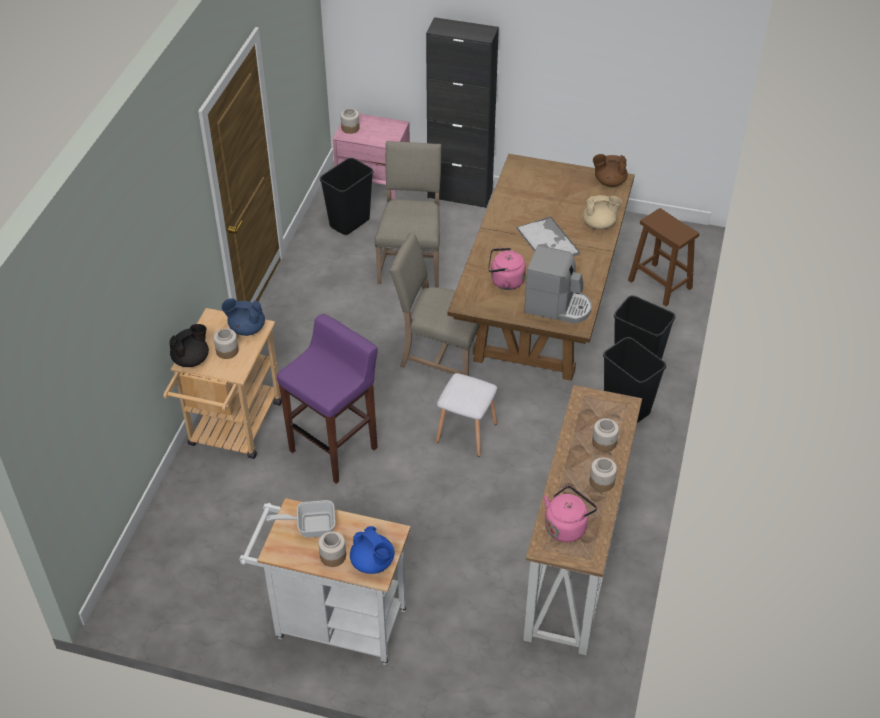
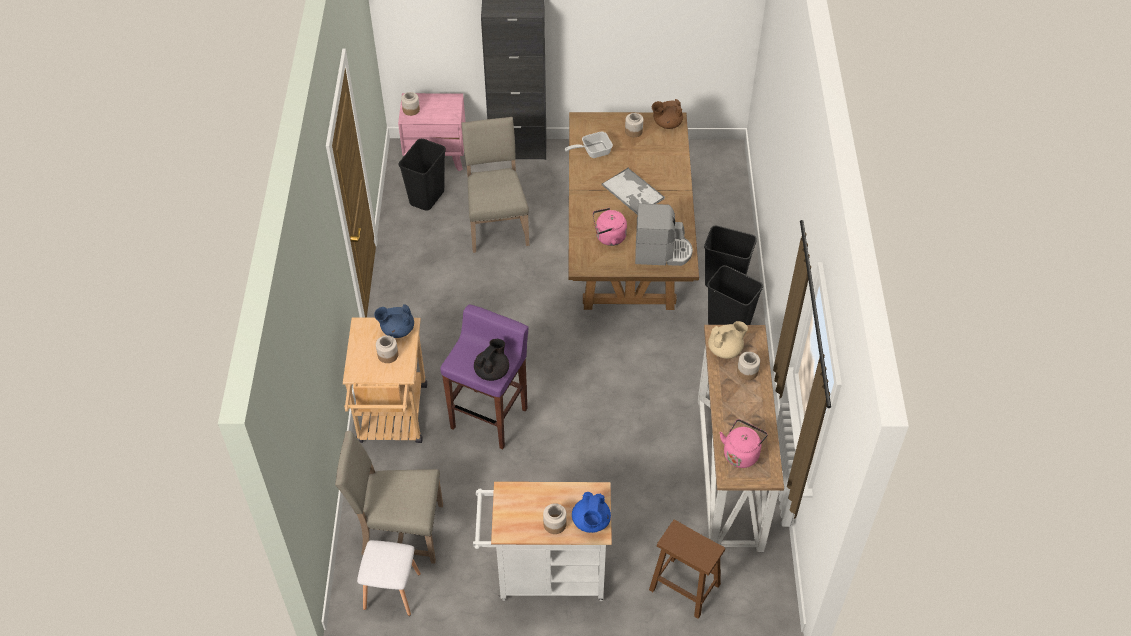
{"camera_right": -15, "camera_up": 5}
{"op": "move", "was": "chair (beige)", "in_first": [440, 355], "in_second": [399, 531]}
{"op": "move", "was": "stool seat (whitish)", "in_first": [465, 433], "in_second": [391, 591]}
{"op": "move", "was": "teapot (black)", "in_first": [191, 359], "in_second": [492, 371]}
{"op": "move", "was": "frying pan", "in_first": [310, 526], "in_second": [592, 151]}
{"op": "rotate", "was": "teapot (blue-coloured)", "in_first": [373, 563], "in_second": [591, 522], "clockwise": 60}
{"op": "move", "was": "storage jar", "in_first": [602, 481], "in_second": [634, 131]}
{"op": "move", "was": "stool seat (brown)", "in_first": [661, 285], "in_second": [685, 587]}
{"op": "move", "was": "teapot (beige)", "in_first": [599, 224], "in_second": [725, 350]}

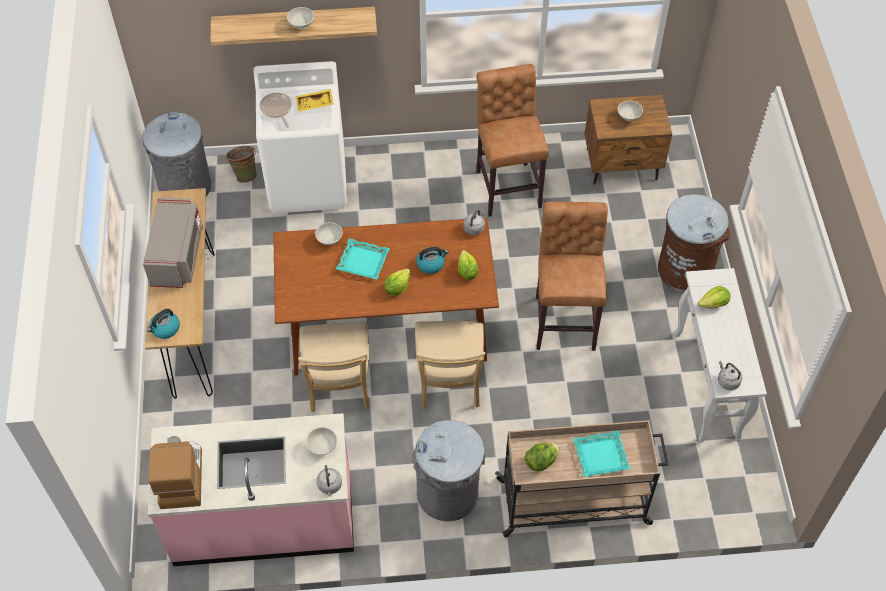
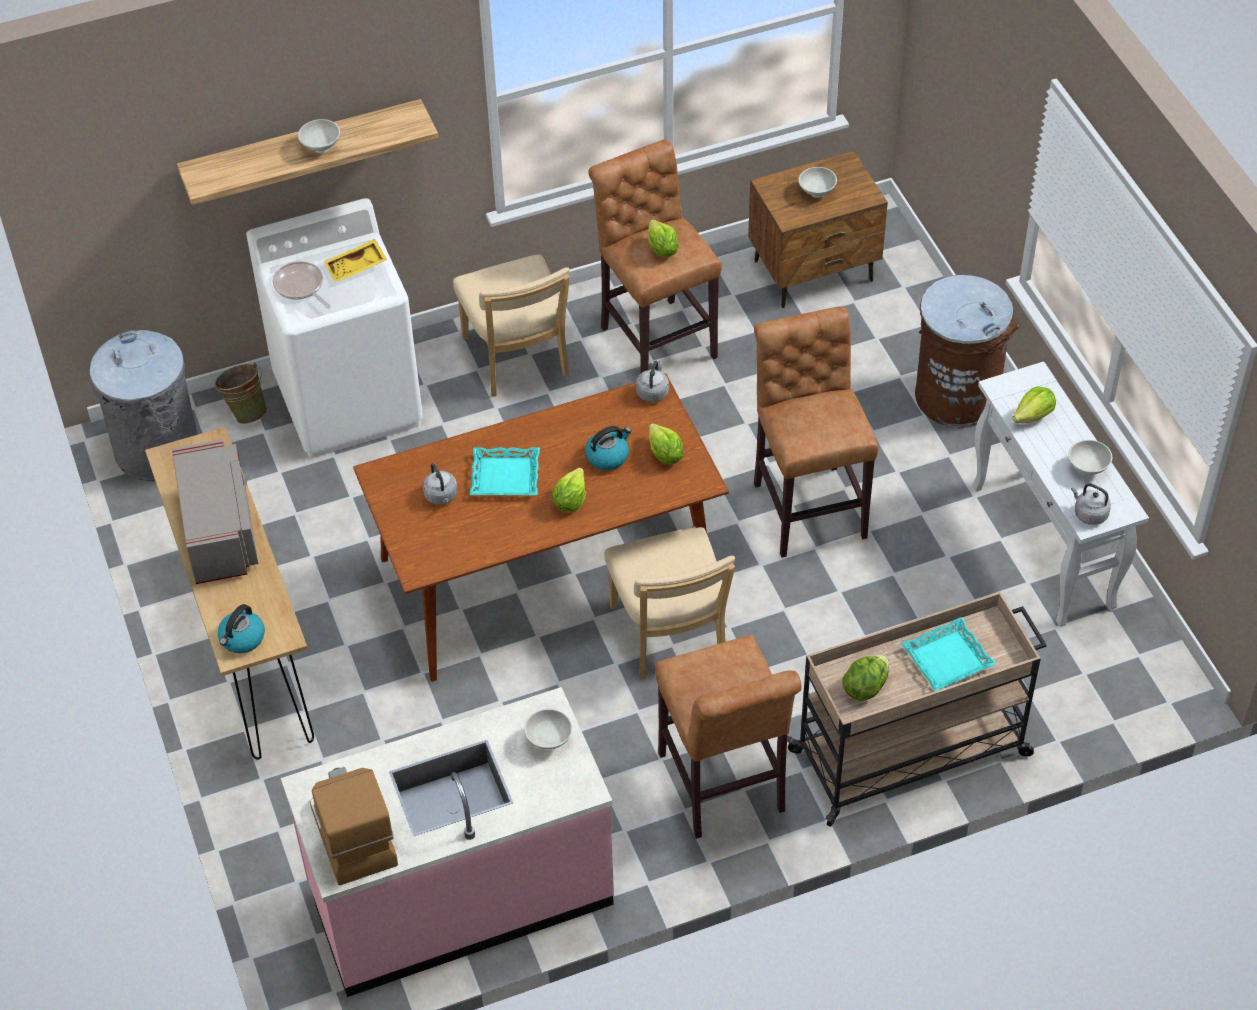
{"camera_right": -15, "camera_up": -5}
{"op": "move", "was": "water kettle (gray)", "in_first": [330, 486], "in_second": [441, 496]}
{"op": "move", "was": "chair (beige)", "in_first": [339, 387], "in_second": [517, 360]}
{"op": "insert", "now": "head of lettuce", "in_second": [662, 249]}
{"op": "replace", "was": "rubbish bin (gray)", "now": "stool seat (brown)", "in_first": [448, 493], "in_second": [724, 788]}
{"op": "move", "was": "bowl (whitish)", "in_first": [329, 240], "in_second": [1087, 469]}

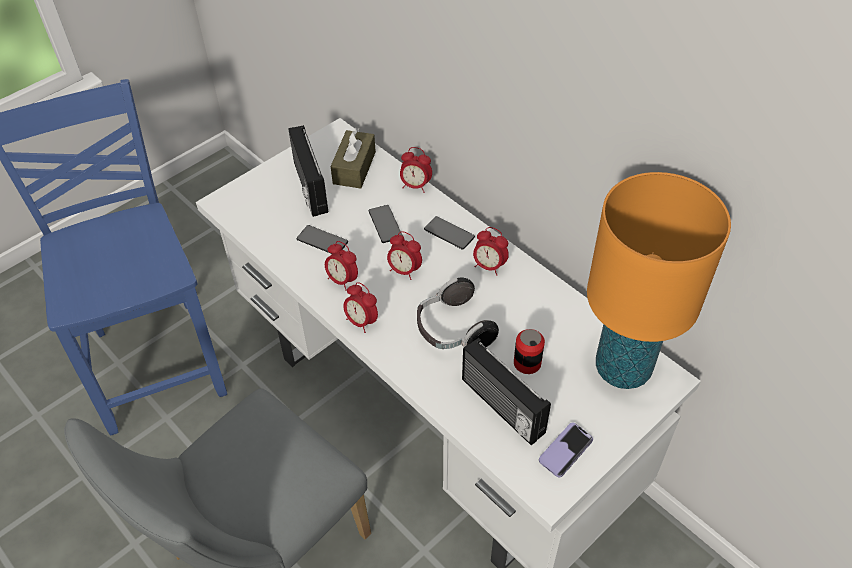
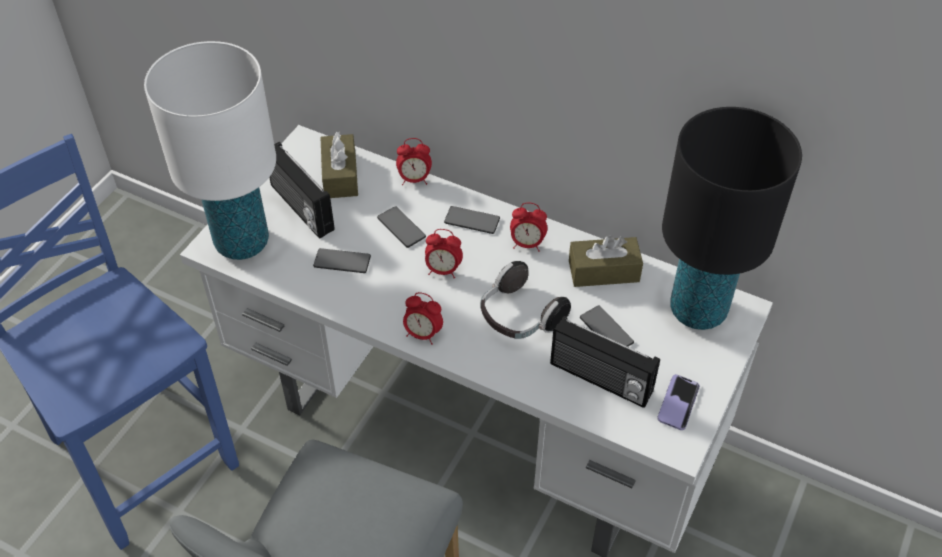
{"camera_right": -20, "camera_up": 0}
{"op": "insert", "now": "table lamp (whitish)", "in_second": [241, 242]}
{"op": "insert", "now": "tissue box (brown)", "in_second": [603, 271]}
{"op": "replace", "was": "sealed can", "now": "handset", "in_first": [527, 363], "in_second": [606, 330]}
{"op": "recolor", "was": "table lamp (orange-coloured)", "now": "table lamp (black)", "in_first": [623, 368], "in_second": [698, 310]}
{"op": "delete", "was": "table clock", "in_first": [342, 280]}

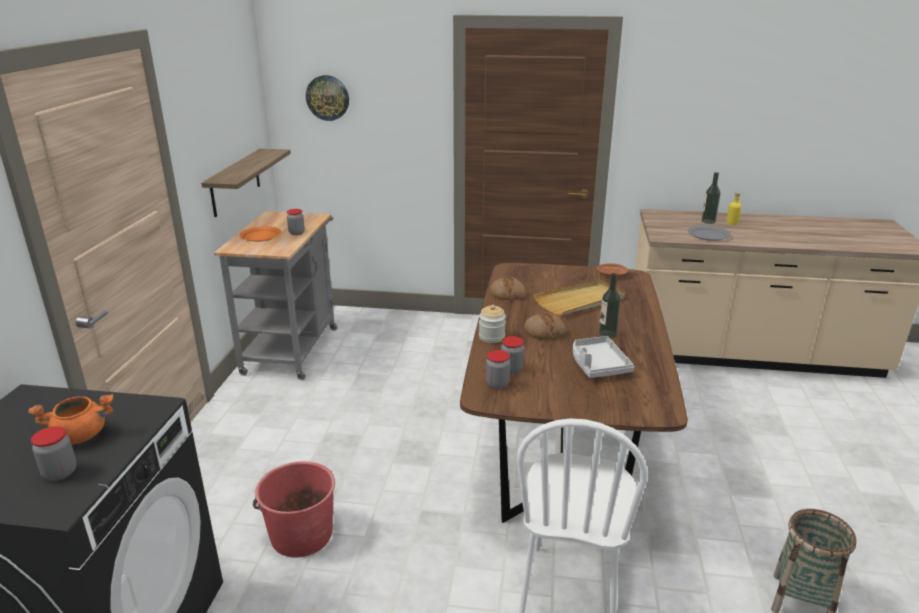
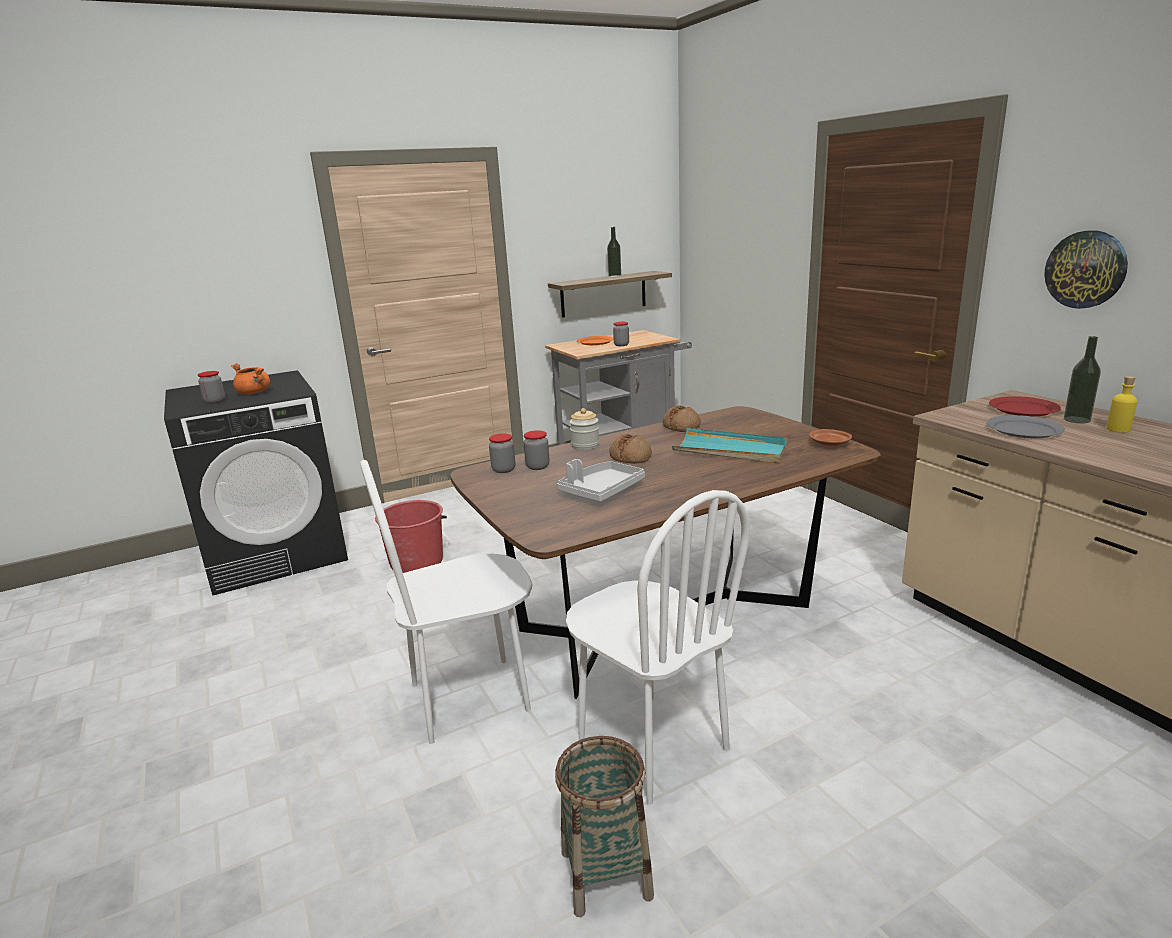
{"camera_right": 55, "camera_up": -5}
{"op": "insert", "now": "chair (whitish)", "in_second": [651, 745]}
{"op": "move", "was": "bottle", "in_first": [607, 334], "in_second": [614, 276]}
{"op": "recolor", "was": "carrying tray (beige)", "now": "carrying tray (turquoise)", "in_first": [580, 301], "in_second": [730, 450]}
{"op": "insert", "now": "plate (red)", "in_second": [1023, 409]}
{"op": "move", "was": "wall clock", "in_first": [327, 98], "in_second": [1085, 269]}

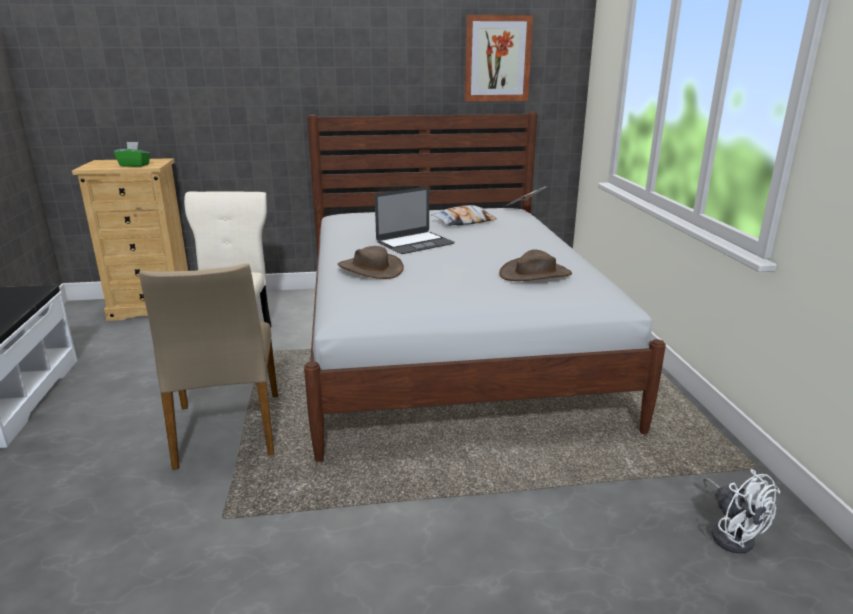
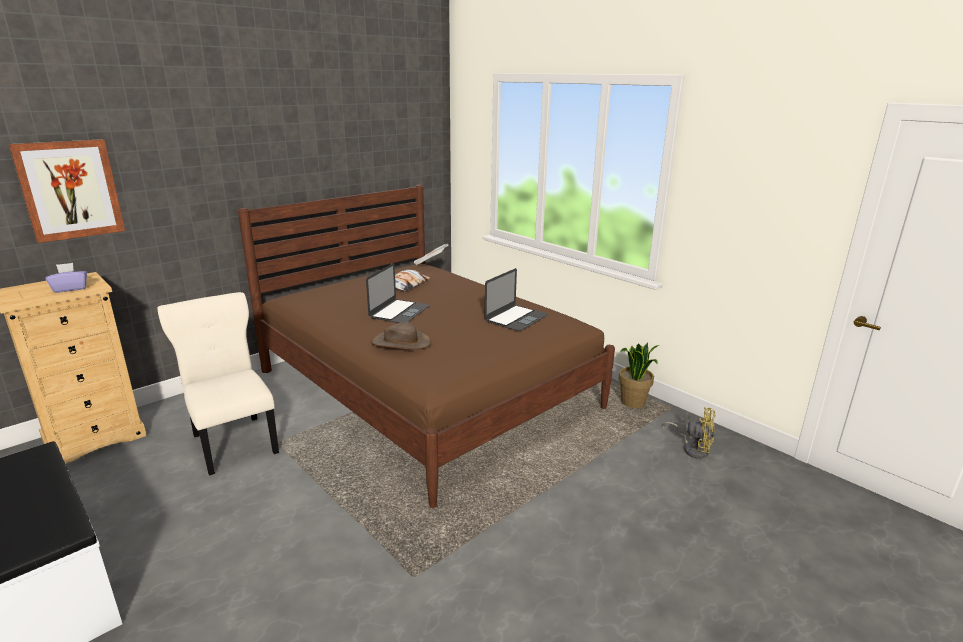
{"camera_right": -35, "camera_up": 0}
{"op": "move", "was": "picture", "in_first": [497, 59], "in_second": [70, 190]}
{"op": "recolor", "was": "tissue box (green-coloured)", "now": "tissue box (purple-coloured)", "in_first": [134, 165], "in_second": [70, 288]}
{"op": "recolor", "was": "sleeping bed (whitish)", "now": "sleeping bed (brown)", "in_first": [448, 346], "in_second": [426, 389]}
{"op": "replace", "was": "hat (brown)", "now": "portable computer", "in_first": [535, 274], "in_second": [516, 318]}
{"op": "insert", "now": "potted plant", "in_second": [633, 403]}
{"op": "recolor", "was": "fan (whitish)", "now": "fan (yellow)", "in_first": [731, 533], "in_second": [692, 448]}
{"op": "delete", "was": "chair (beige)", "in_first": [227, 430]}

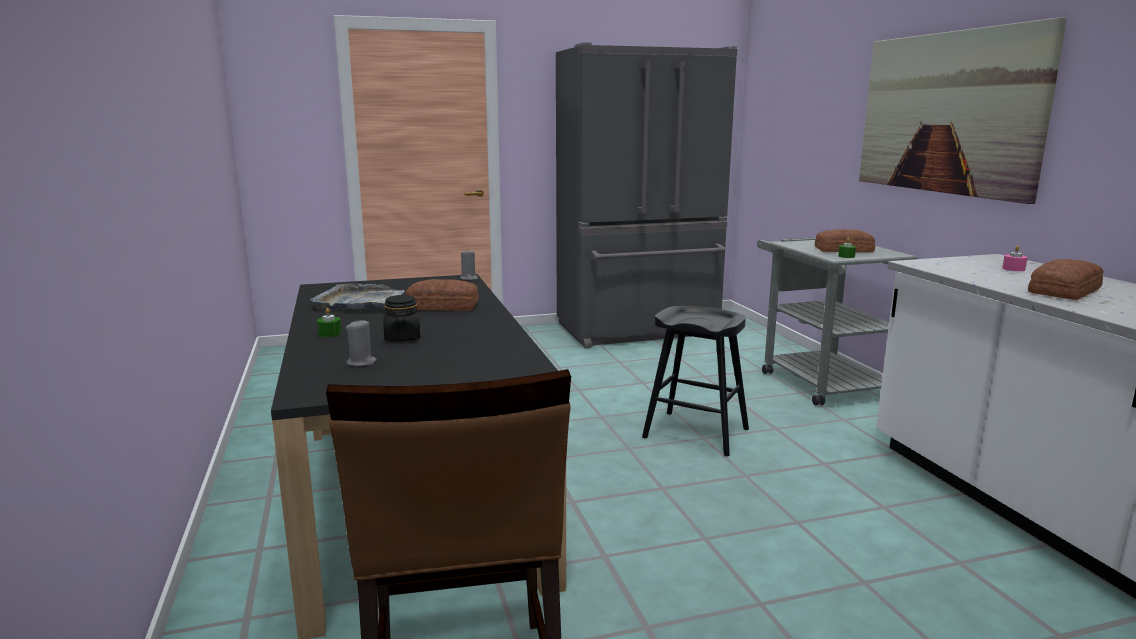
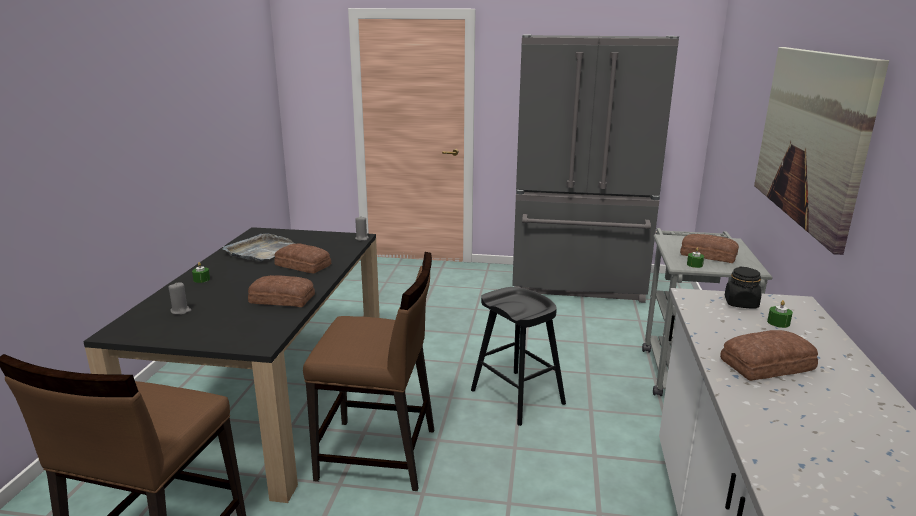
{"camera_right": 25, "camera_up": 5}
{"op": "insert", "now": "bread", "in_second": [282, 298]}
{"op": "insert", "now": "chair (brown)", "in_second": [378, 454]}
{"op": "move", "was": "storage jar (black)", "in_first": [402, 338], "in_second": [741, 303]}
{"op": "recolor", "was": "candle (pinkish)", "now": "candle (green-coloured)", "in_first": [1013, 269], "in_second": [778, 322]}

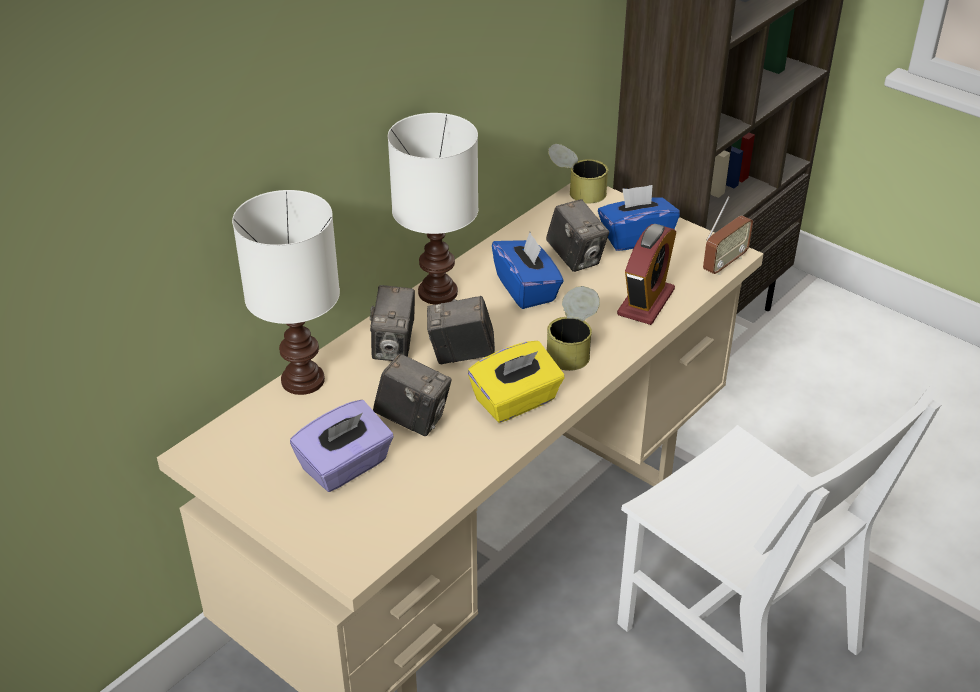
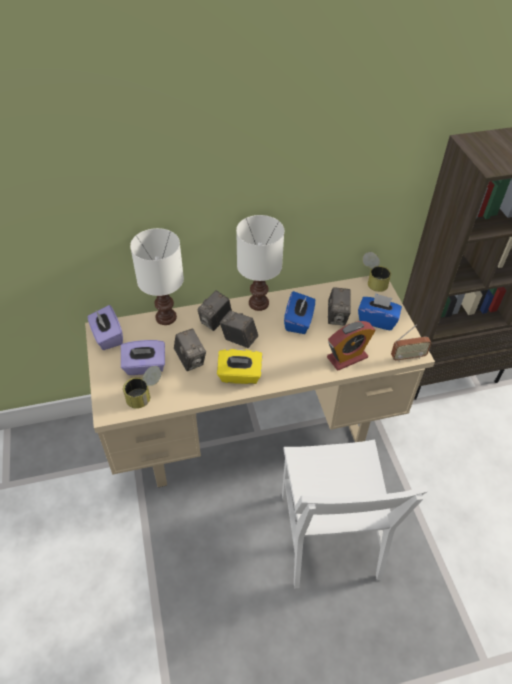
{"camera_right": 35, "camera_up": 10}
{"op": "insert", "now": "tissue box (purple-coloured)", "in_second": [107, 336]}
{"op": "move", "was": "sealed can", "in_first": [573, 348], "in_second": [145, 395]}

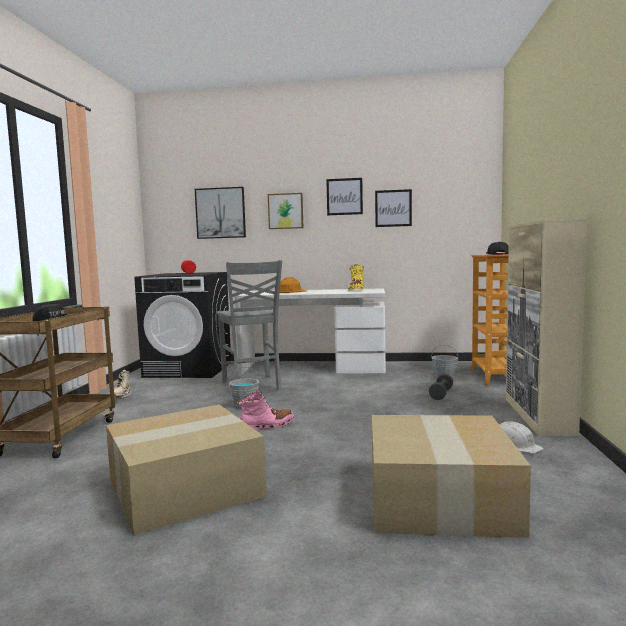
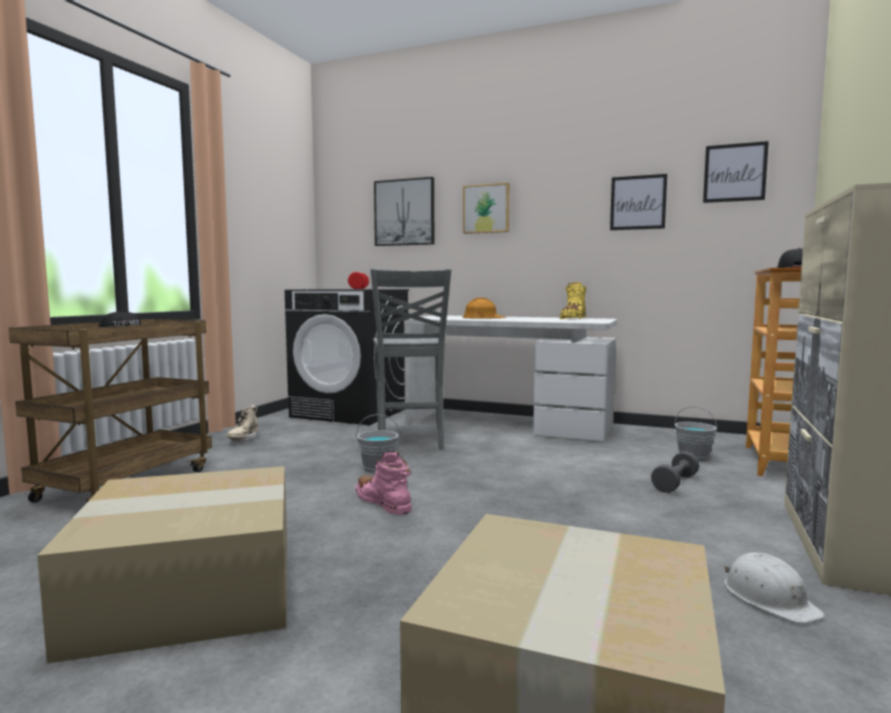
{"camera_right": 15, "camera_up": 0}
{"op": "rotate", "was": "boot (pinkish)", "in_first": [267, 426], "in_second": [383, 503], "clockwise": -120}
{"op": "move", "was": "picture", "in_first": [344, 196], "in_second": [734, 172]}

